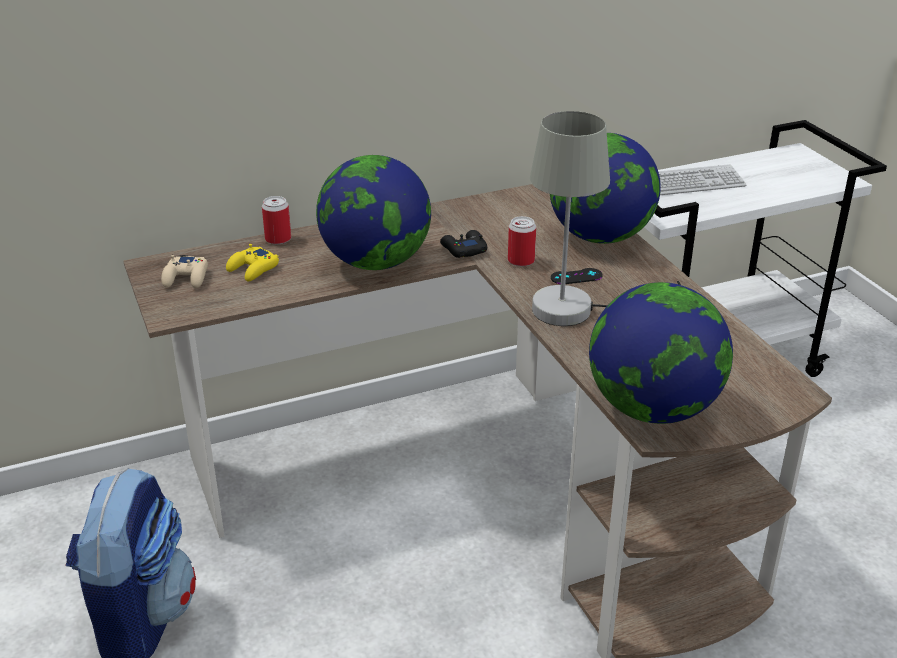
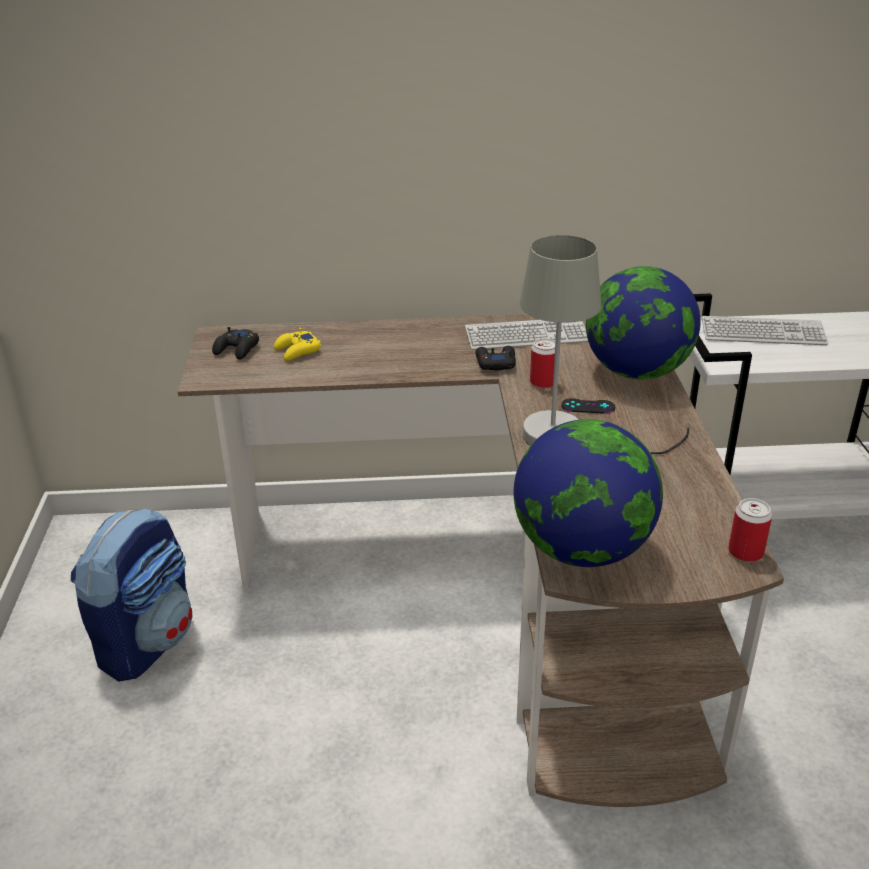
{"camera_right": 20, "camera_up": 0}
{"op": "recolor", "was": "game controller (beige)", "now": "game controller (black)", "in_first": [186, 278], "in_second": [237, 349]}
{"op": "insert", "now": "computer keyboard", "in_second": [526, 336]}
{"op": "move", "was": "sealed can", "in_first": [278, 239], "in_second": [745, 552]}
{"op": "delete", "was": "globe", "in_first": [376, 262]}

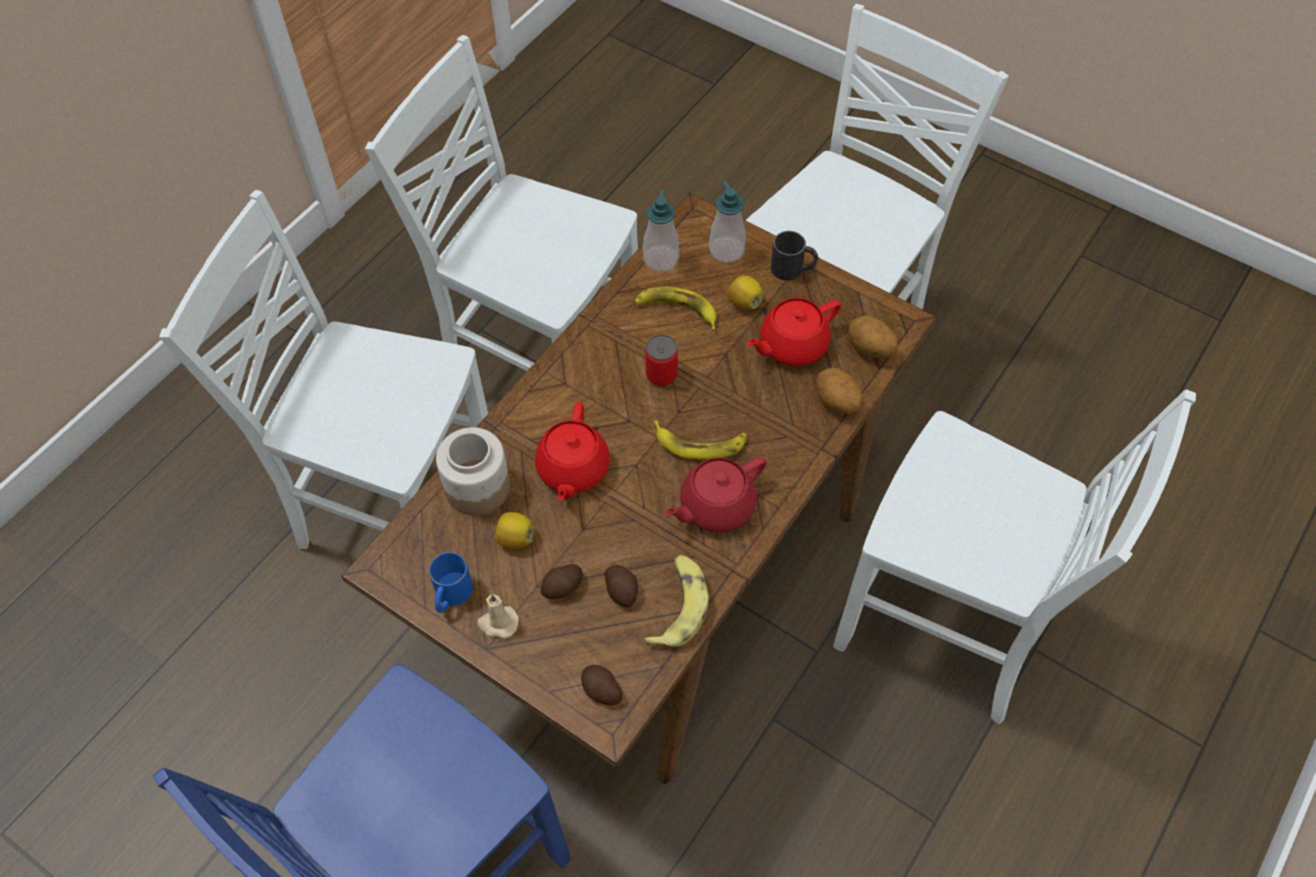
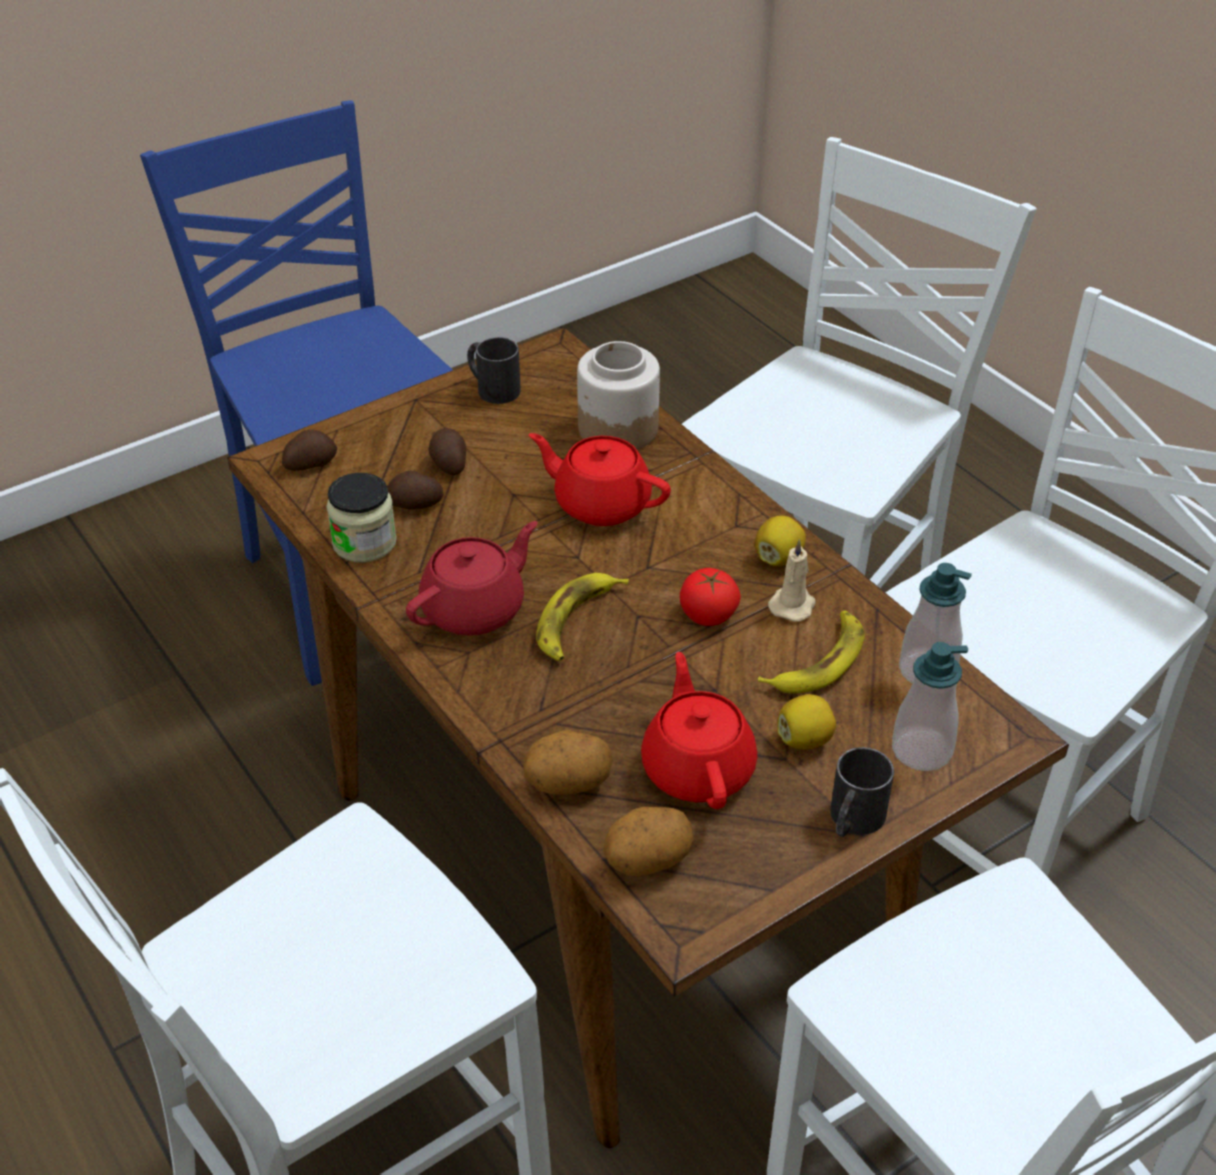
{"camera_right": 110, "camera_up": -15}
{"op": "replace", "was": "banana", "now": "storage jar", "in_first": [678, 605], "in_second": [364, 542]}
{"op": "rotate", "was": "teapot (red)", "in_first": [715, 506], "in_second": [475, 609], "clockwise": 60}
{"op": "recolor", "was": "tea mug (blue-coloured)", "now": "tea mug (black)", "in_first": [451, 596], "in_second": [492, 387]}
{"op": "replace", "was": "sealed can", "now": "fresh tomato", "in_first": [661, 375], "in_second": [708, 615]}
{"op": "move", "was": "lemon", "in_first": [515, 538], "in_second": [778, 558]}
{"op": "move", "was": "candle (beige)", "in_first": [497, 623], "in_second": [793, 604]}

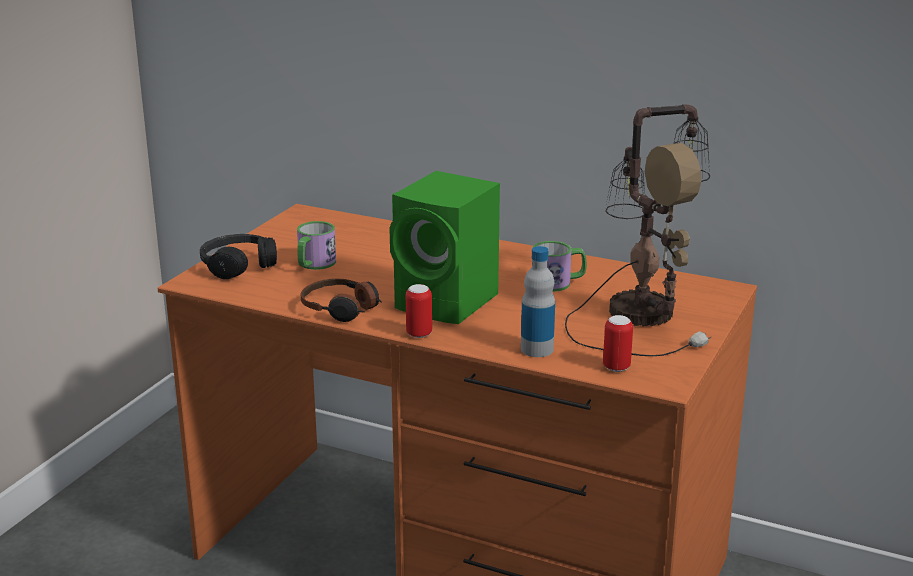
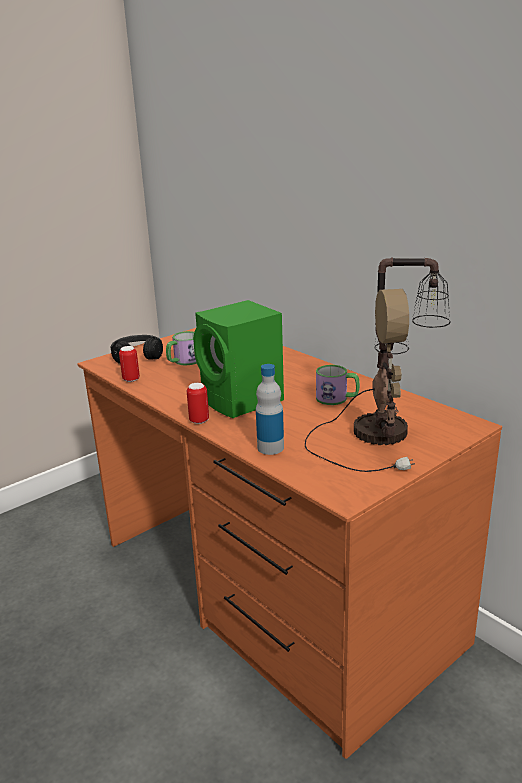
{"camera_right": 25, "camera_up": 0}
{"op": "move", "was": "sealed can", "in_first": [616, 367], "in_second": [131, 379]}
{"op": "delete", "was": "pair of headphones", "in_first": [341, 309]}

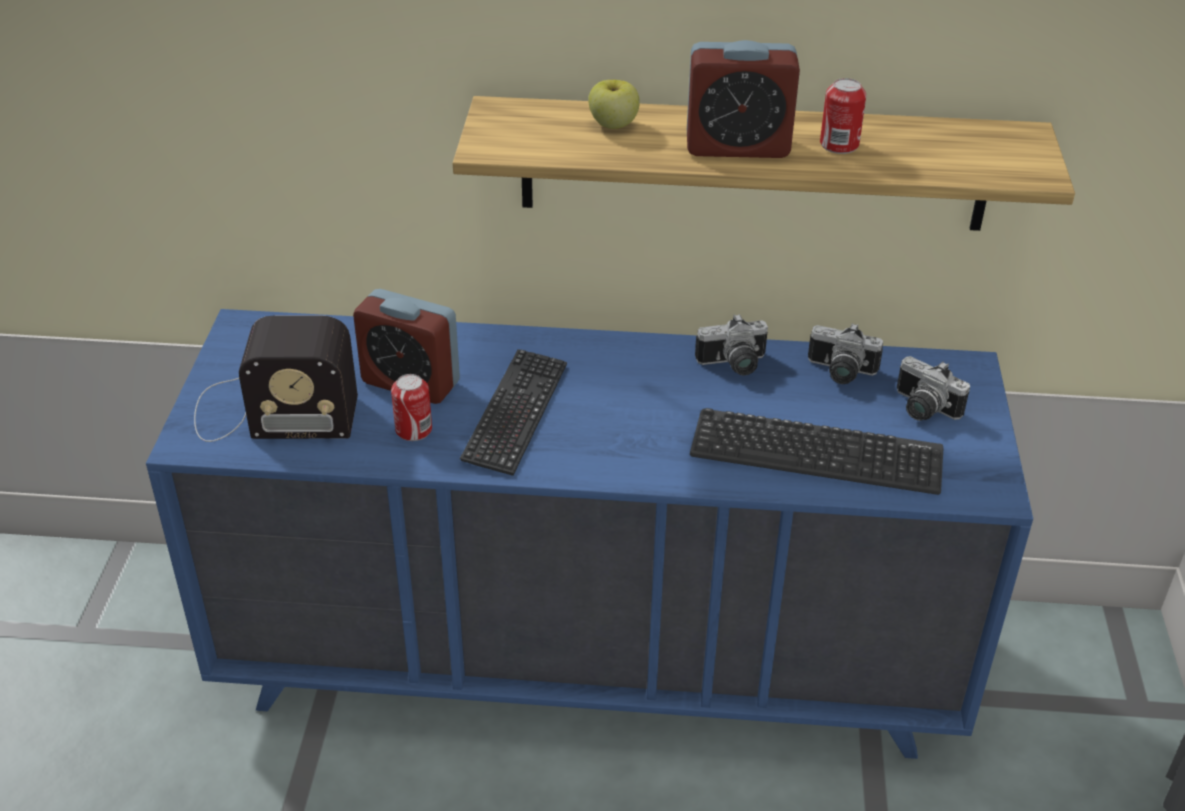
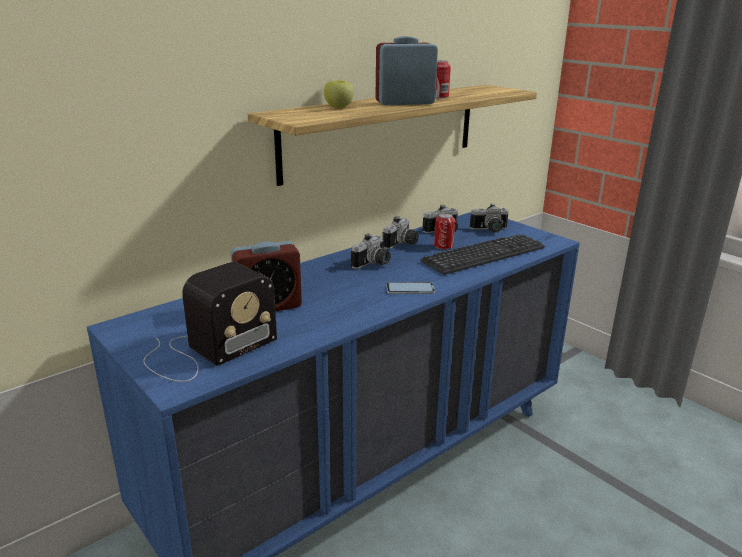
{"camera_right": -45, "camera_up": -15}
{"op": "insert", "now": "photo camera", "in_second": [373, 264]}
{"op": "rotate", "was": "table clock", "in_first": [737, 146], "in_second": [405, 102], "clockwise": -150}
{"op": "insert", "now": "handset", "in_second": [410, 289]}
{"op": "move", "was": "sealed can", "in_first": [413, 430], "in_second": [443, 246]}
{"op": "delete", "was": "computer keyboard", "in_first": [515, 413]}

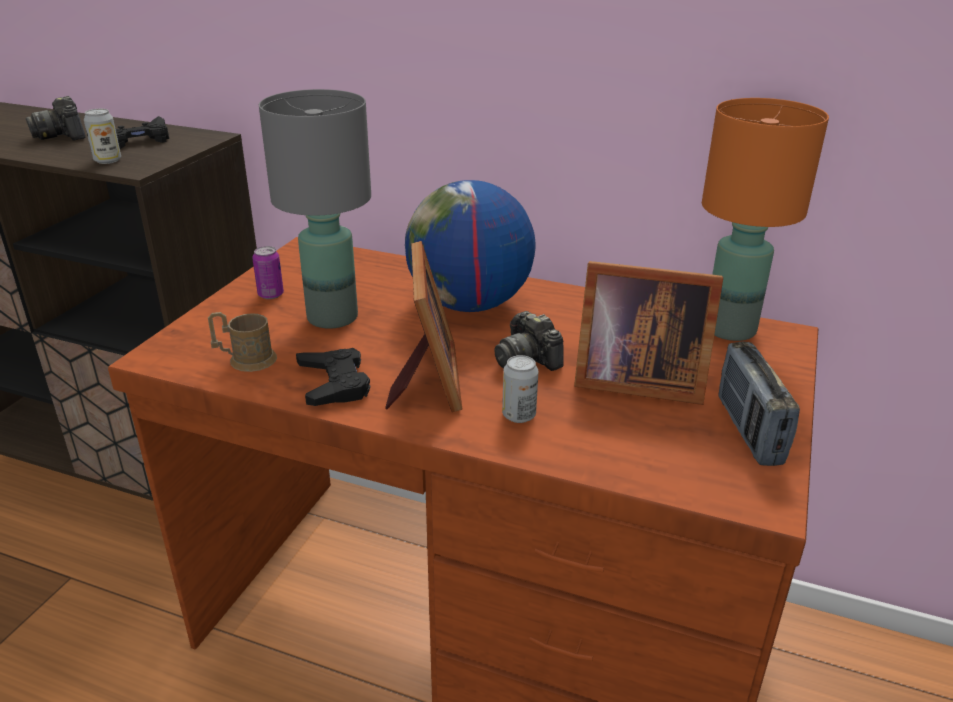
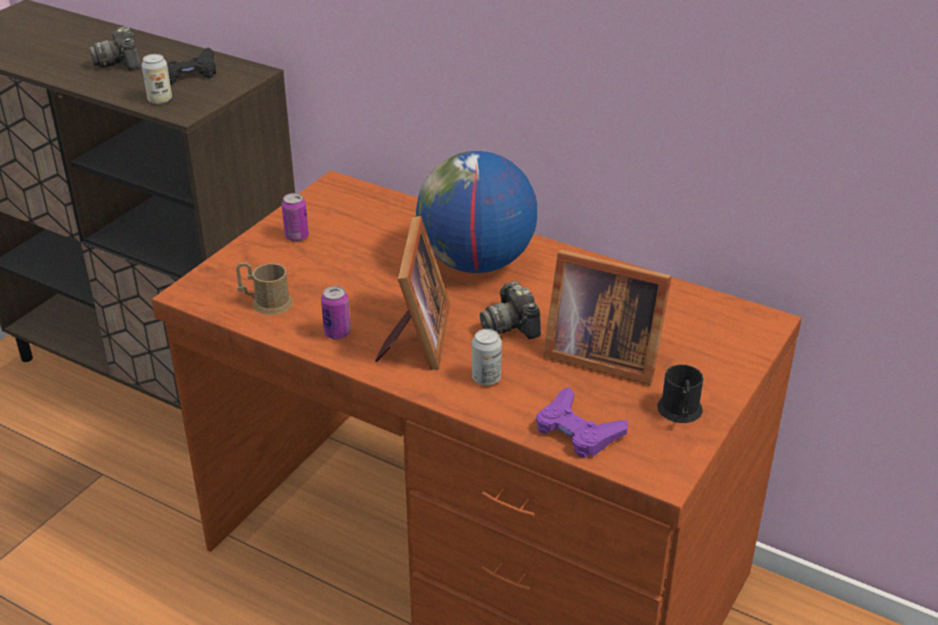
{"camera_right": 10, "camera_up": 5}
{"op": "replace", "was": "game controller (black)", "now": "sealed can", "in_first": [334, 383], "in_second": [337, 333]}
{"op": "insert", "now": "game controller (purple-coloured)", "in_second": [577, 431]}
{"op": "replace", "was": "radio", "now": "tea mug (black)", "in_first": [748, 431], "in_second": [680, 413]}
{"op": "delete", "was": "table lamp (gray)", "in_first": [332, 316]}
{"op": "delete", "was": "table lamp (orange-coloured)", "in_first": [729, 328]}

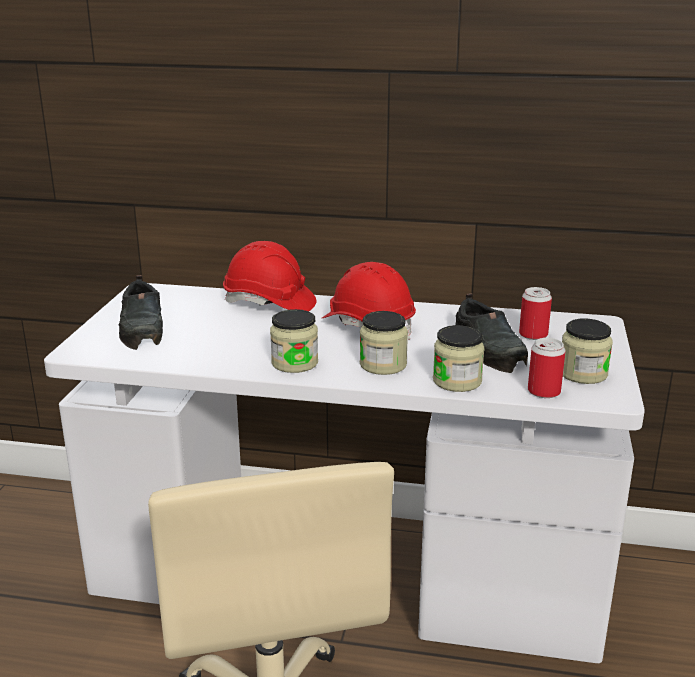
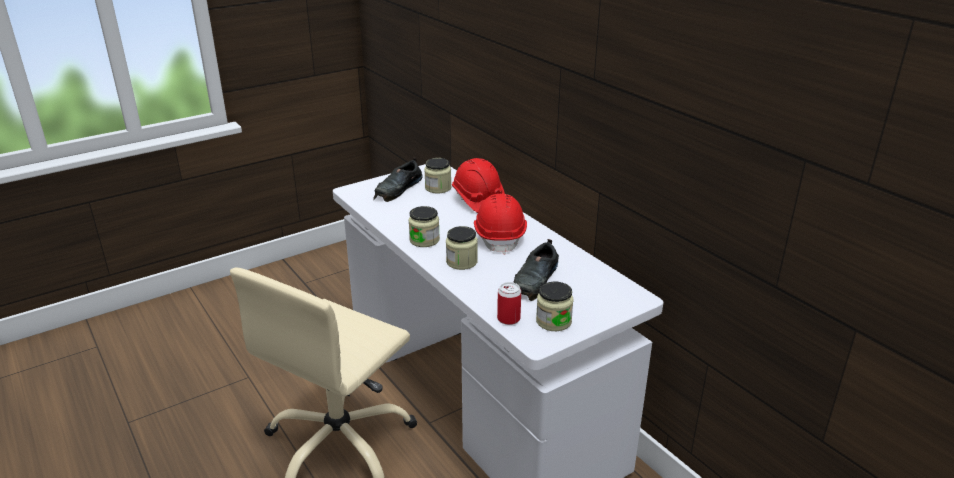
{"camera_right": 45, "camera_up": 5}
{"op": "move", "was": "storage jar", "in_first": [457, 381], "in_second": [438, 188]}
{"op": "delete", "was": "sealed can", "in_first": [533, 335]}

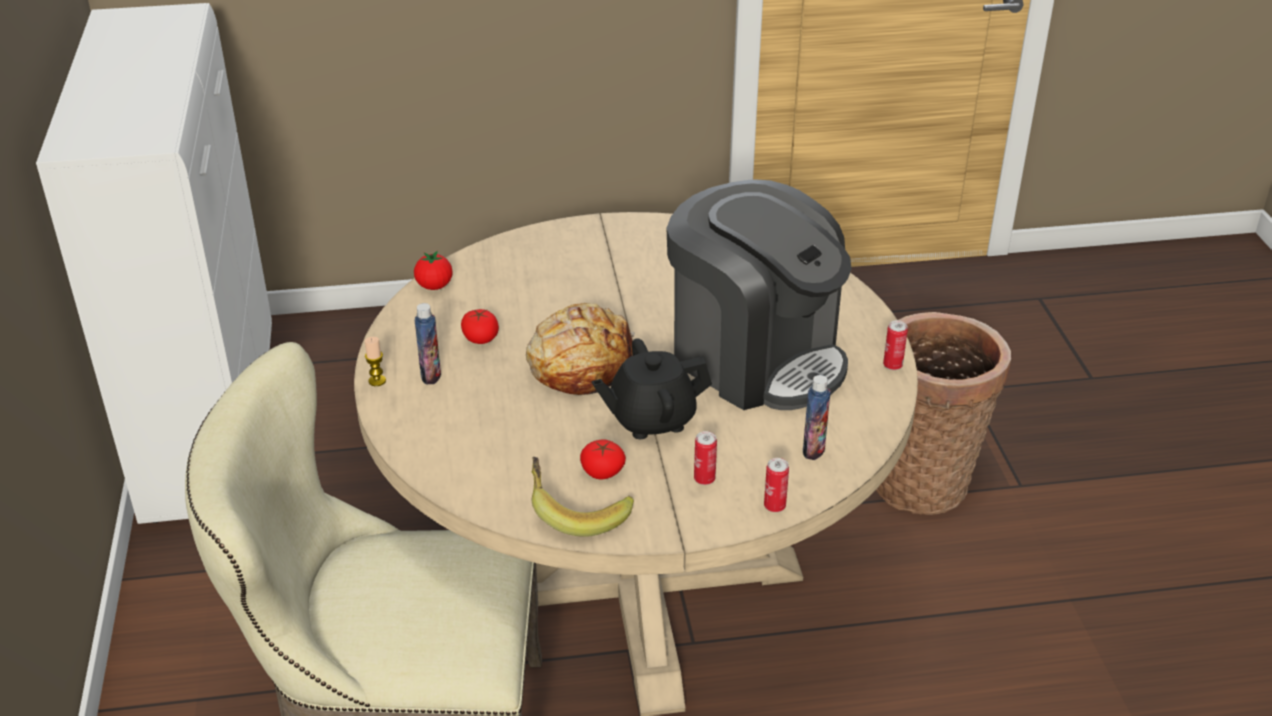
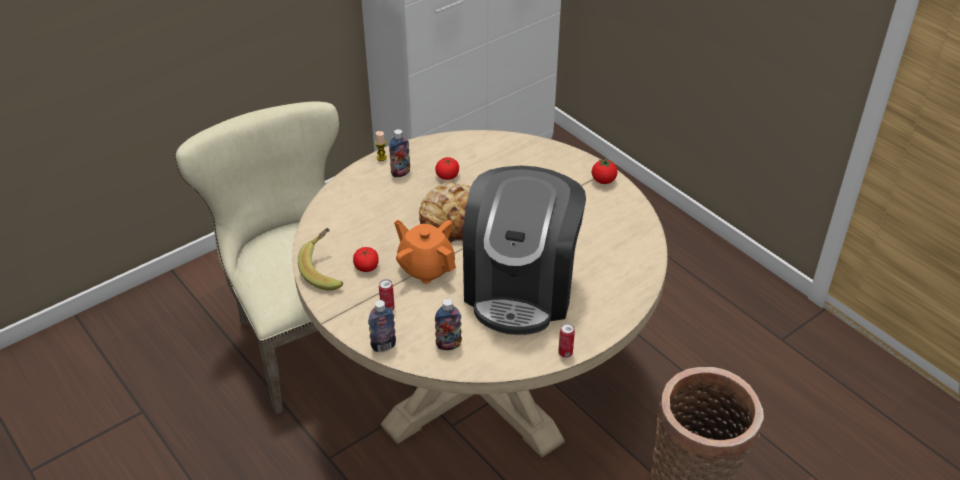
{"camera_right": 60, "camera_up": 5}
{"op": "replace", "was": "sealed can", "now": "bottle", "in_first": [774, 506], "in_second": [383, 346]}
{"op": "recolor", "was": "teapot (black)", "now": "teapot (orange-coloured)", "in_first": [651, 419], "in_second": [426, 267]}
{"op": "move", "was": "fresh tomato", "in_first": [434, 286], "in_second": [603, 181]}

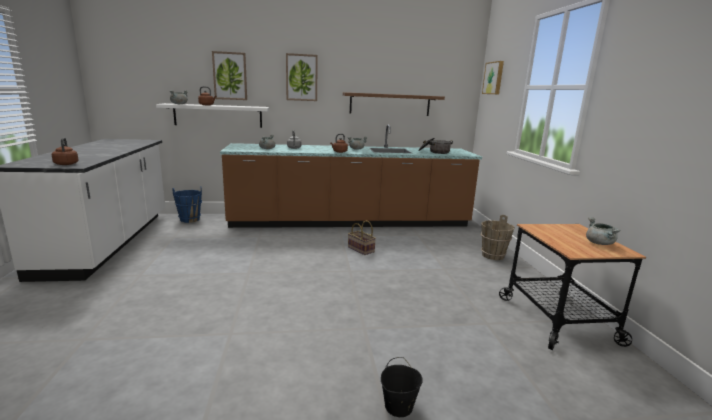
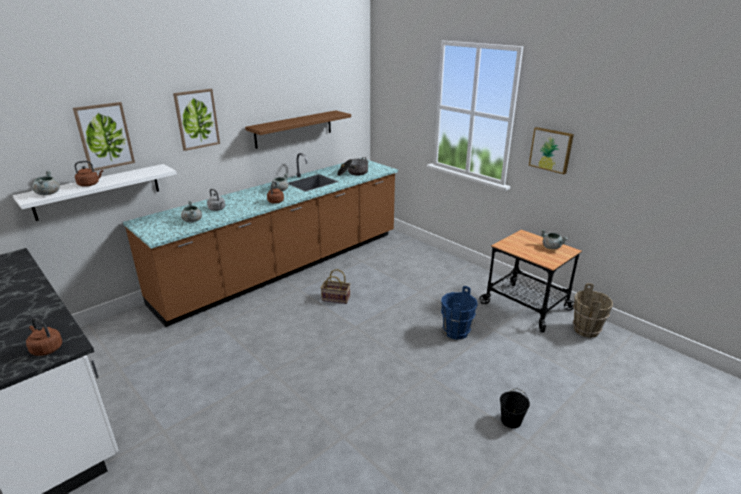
{"camera_right": -35, "camera_up": 10}
{"op": "move", "was": "pail (blue-coloured)", "in_first": [189, 219], "in_second": [455, 332]}
{"op": "move", "was": "picture", "in_first": [494, 78], "in_second": [551, 150]}
{"op": "move", "was": "pail (brown)", "in_first": [493, 256], "in_second": [586, 330]}

